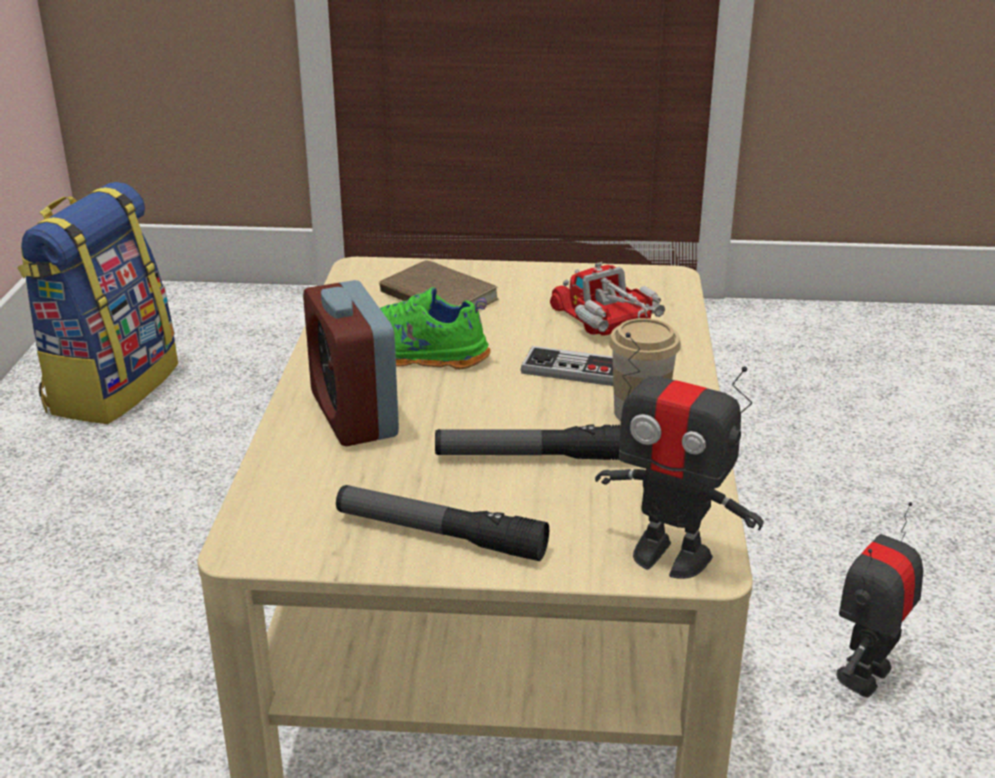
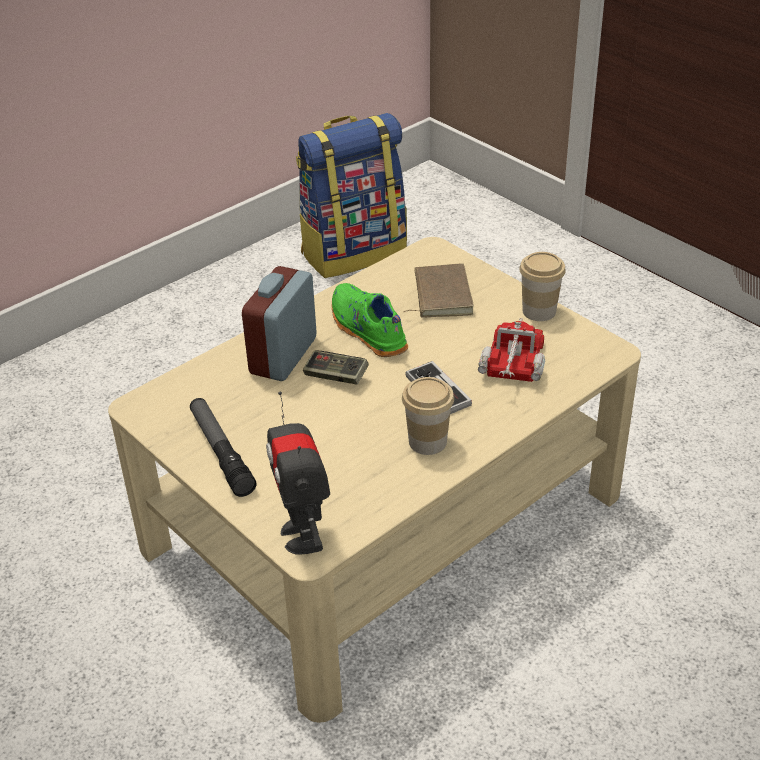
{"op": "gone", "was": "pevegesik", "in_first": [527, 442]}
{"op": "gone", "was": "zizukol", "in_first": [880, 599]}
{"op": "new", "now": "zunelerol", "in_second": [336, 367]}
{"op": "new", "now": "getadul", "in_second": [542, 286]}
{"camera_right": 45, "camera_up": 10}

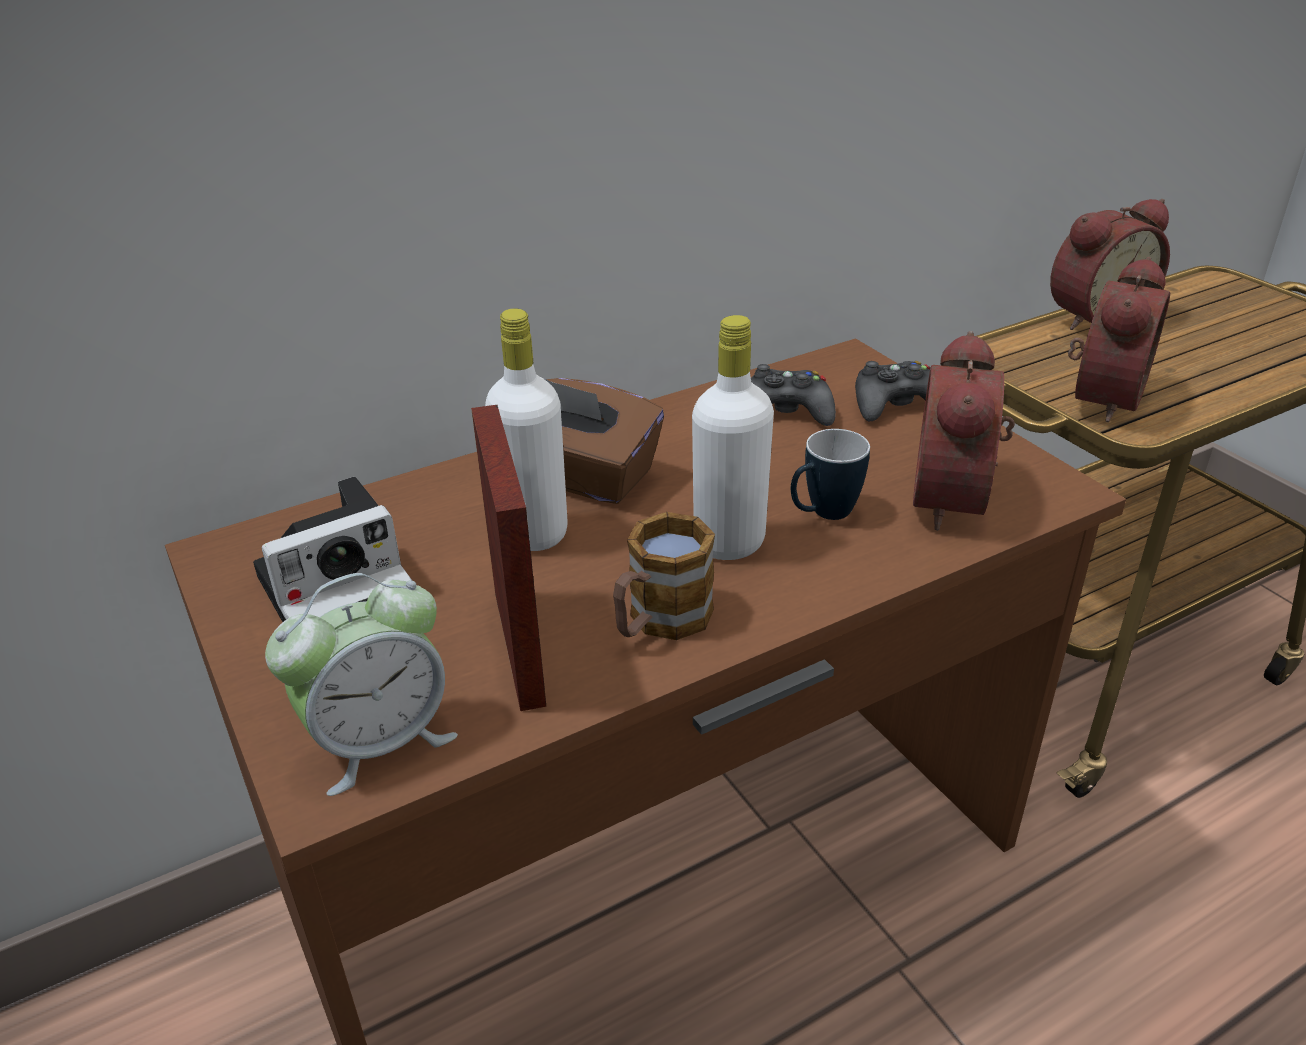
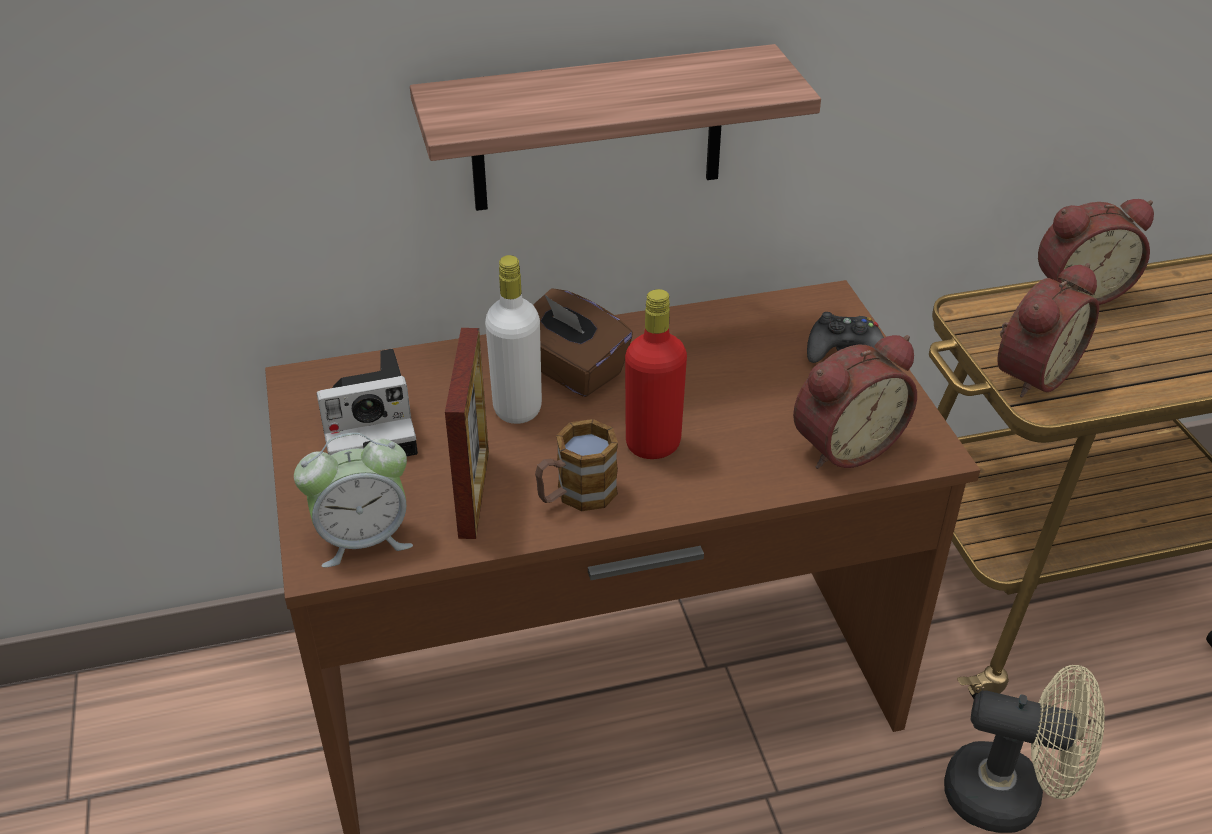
{"op": "repainted", "was": "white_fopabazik", "now": "red_fopabazik", "in_first": [733, 437], "in_second": [656, 374]}
{"op": "gone", "was": "black_zunelerol", "in_first": [793, 395]}
{"op": "gone", "was": "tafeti", "in_first": [830, 474]}
{"op": "rotated", "was": "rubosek", "in_first": [964, 431], "in_second": [855, 402], "clockwise": -150}
{"op": "new", "now": "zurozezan", "in_second": [615, 127]}
{"op": "new", "now": "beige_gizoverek", "in_second": [1024, 749]}
{"camera_right": 15, "camera_up": 5}

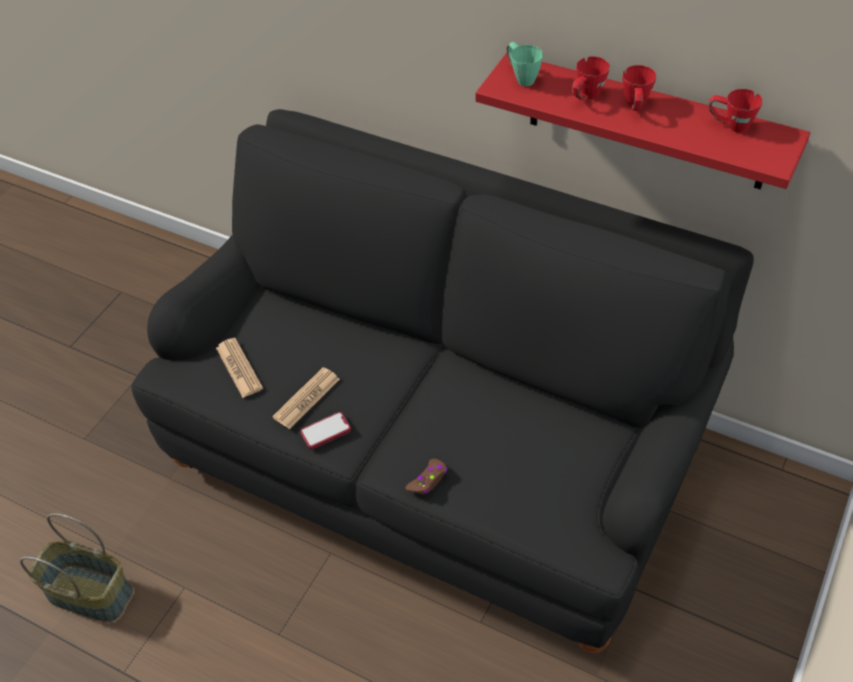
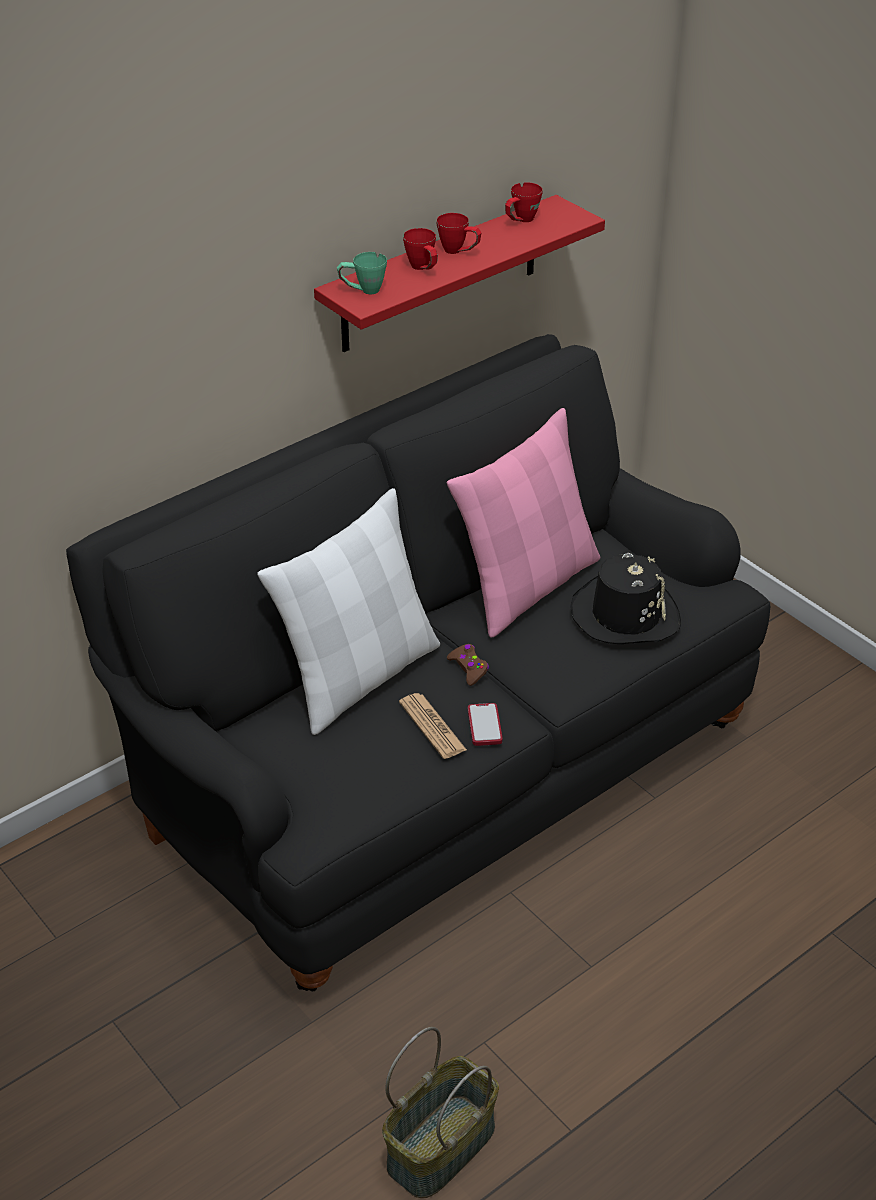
{"op": "gone", "was": "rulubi", "in_first": [239, 368]}
{"op": "shifted", "was": "brown_zunelerol", "in_first": [426, 477], "in_second": [468, 665]}
{"op": "new", "now": "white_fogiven", "in_second": [348, 611]}
{"op": "new", "now": "pink_fogiven", "in_second": [523, 523]}
{"op": "new", "now": "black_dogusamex", "in_second": [625, 598]}
{"camera_right": -70, "camera_up": -10}

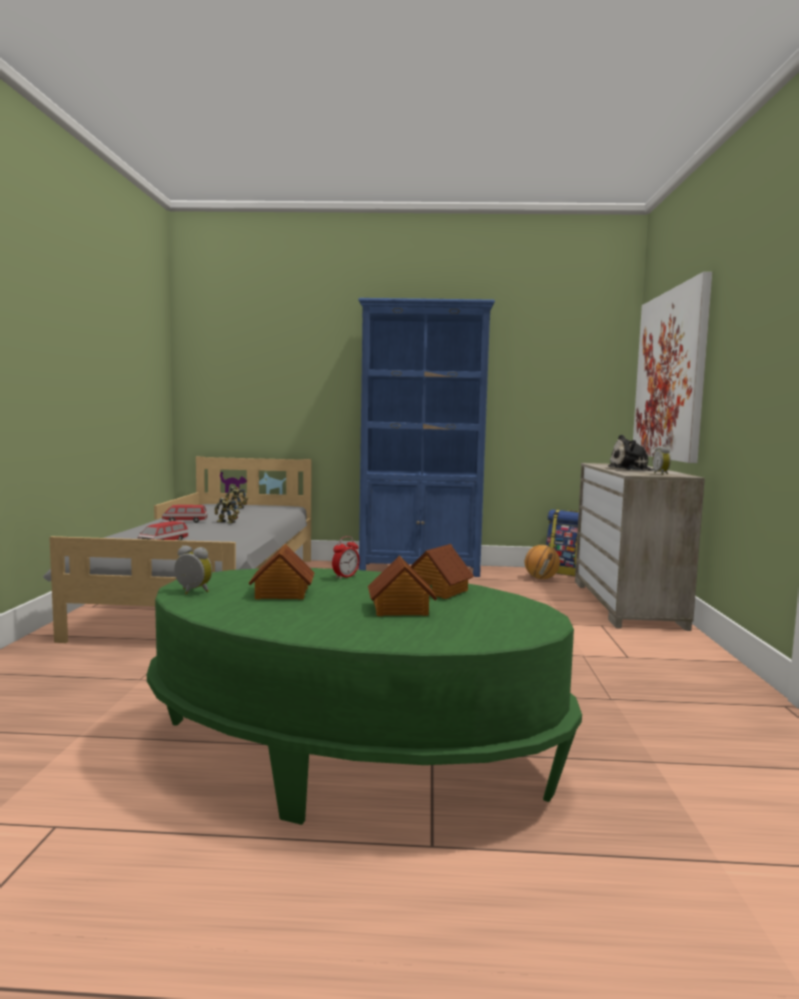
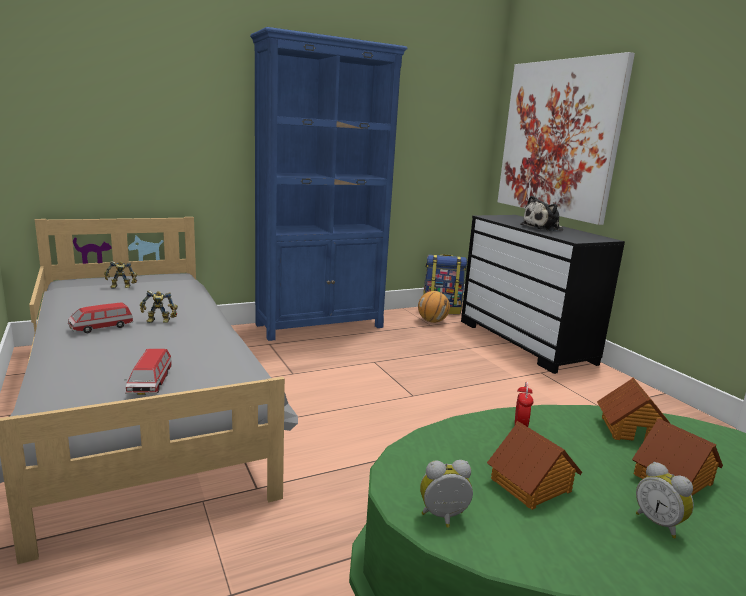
{"op": "repainted", "was": "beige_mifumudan", "now": "black_mifumudan", "in_first": [640, 547], "in_second": [543, 294]}
{"op": "shifted", "was": "rubosek", "in_first": [661, 460], "in_second": [665, 500]}
{"camera_right": -30, "camera_up": 10}

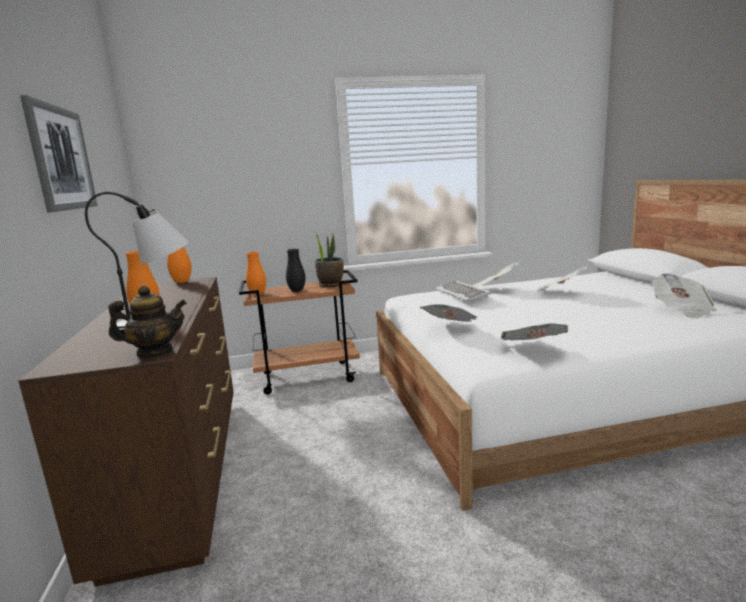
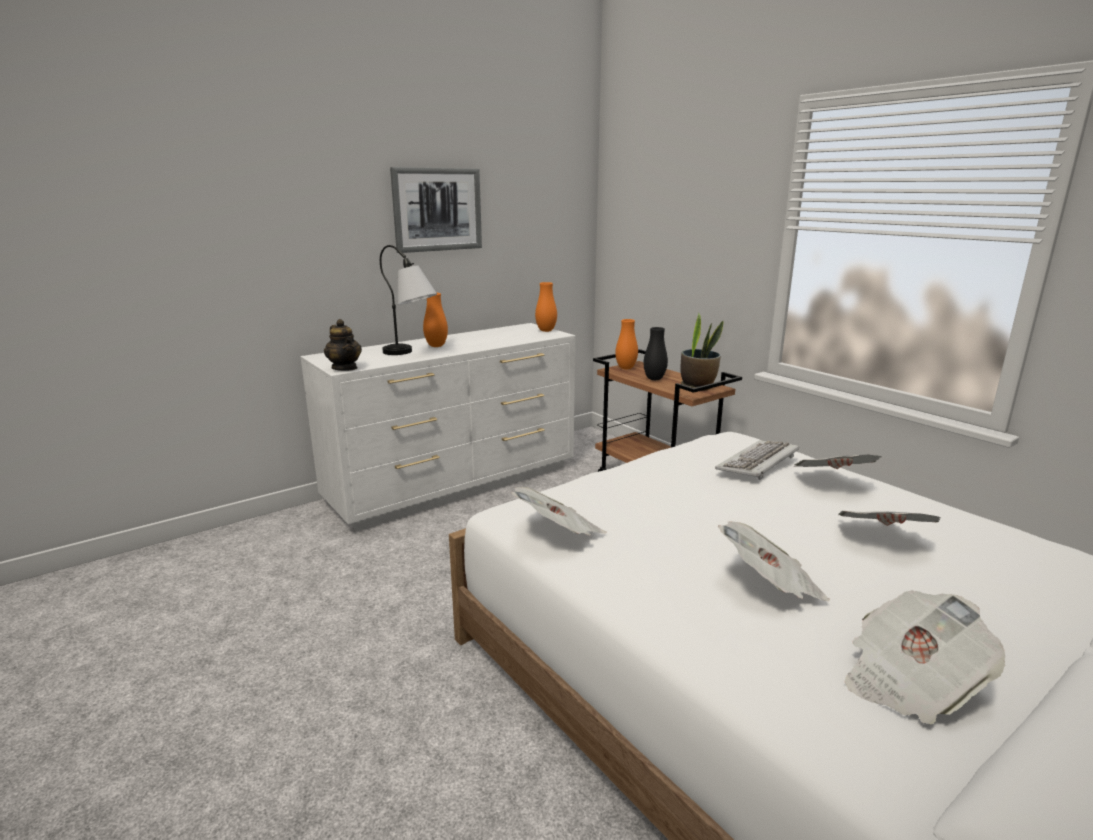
{"op": "repainted", "was": "brown_mifumudan", "now": "white_mifumudan", "in_first": [126, 432], "in_second": [438, 427]}
{"op": "shifted", "was": "rulubi", "in_first": [448, 313], "in_second": [774, 561]}
{"camera_right": 65, "camera_up": 5}

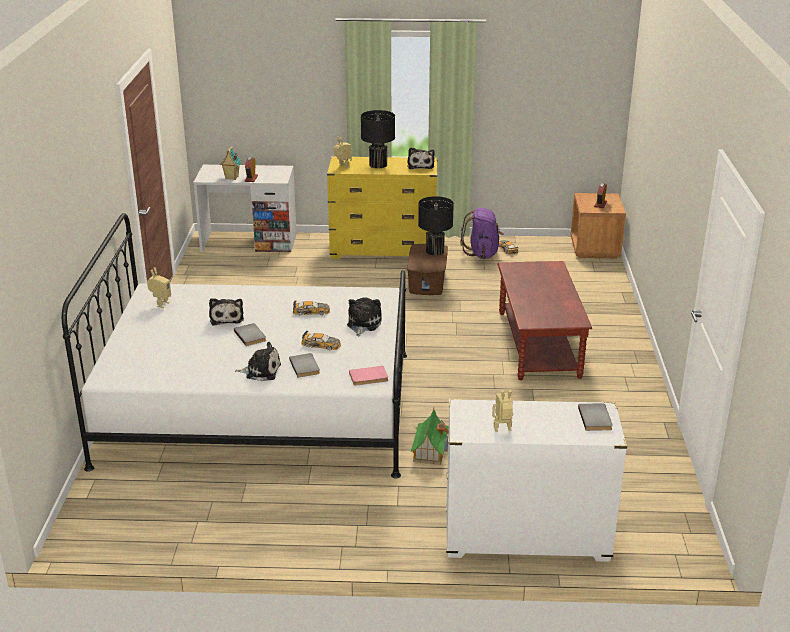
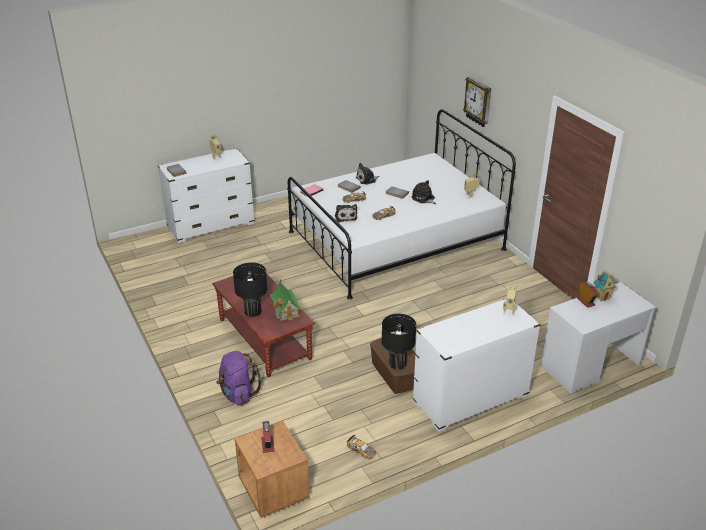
{"op": "repainted", "was": "yellow_mifumudan", "now": "white_mifumudan", "in_first": [382, 207], "in_second": [476, 365]}
{"op": "shifted", "was": "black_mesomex", "in_first": [378, 139], "in_second": [250, 290]}
{"op": "gone", "was": "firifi", "in_first": [421, 158]}
{"op": "shifted", "was": "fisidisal", "in_first": [430, 437], "in_second": [286, 300]}
{"op": "shifted", "was": "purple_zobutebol", "in_first": [482, 233], "in_second": [239, 378]}
{"op": "new", "now": "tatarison", "in_second": [477, 101]}
{"camera_right": 150, "camera_up": 5}

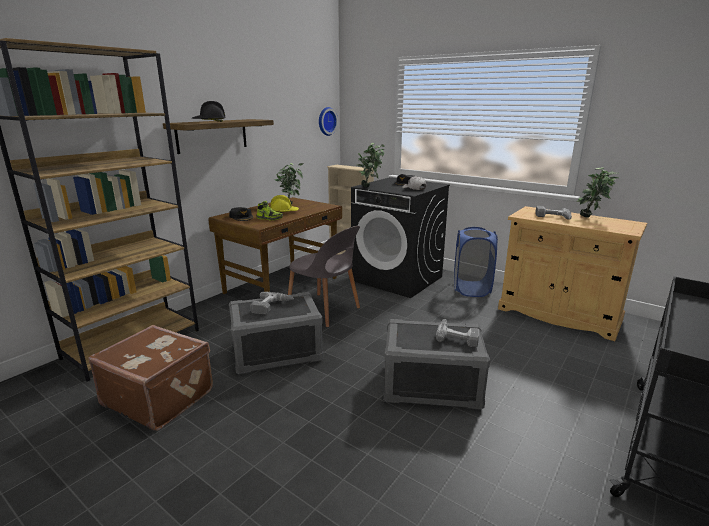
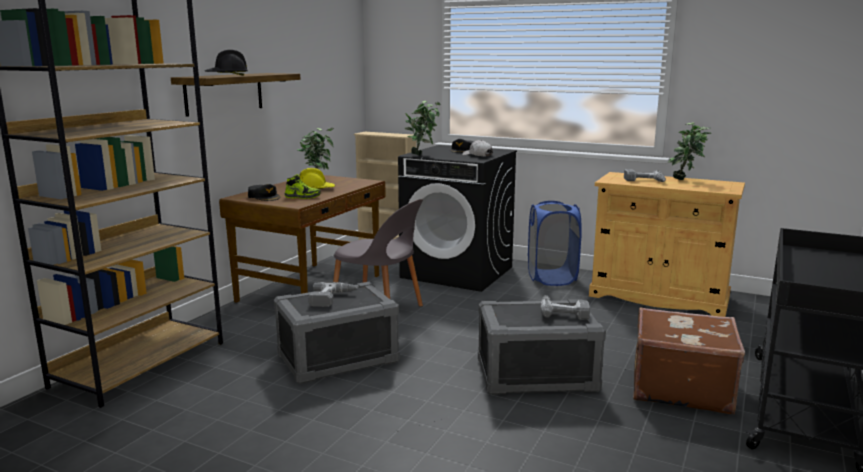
{"op": "shifted", "was": "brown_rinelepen", "in_first": [150, 378], "in_second": [689, 360]}
{"op": "gone", "was": "tatarison", "in_first": [328, 121]}
{"camera_right": -10, "camera_up": -5}

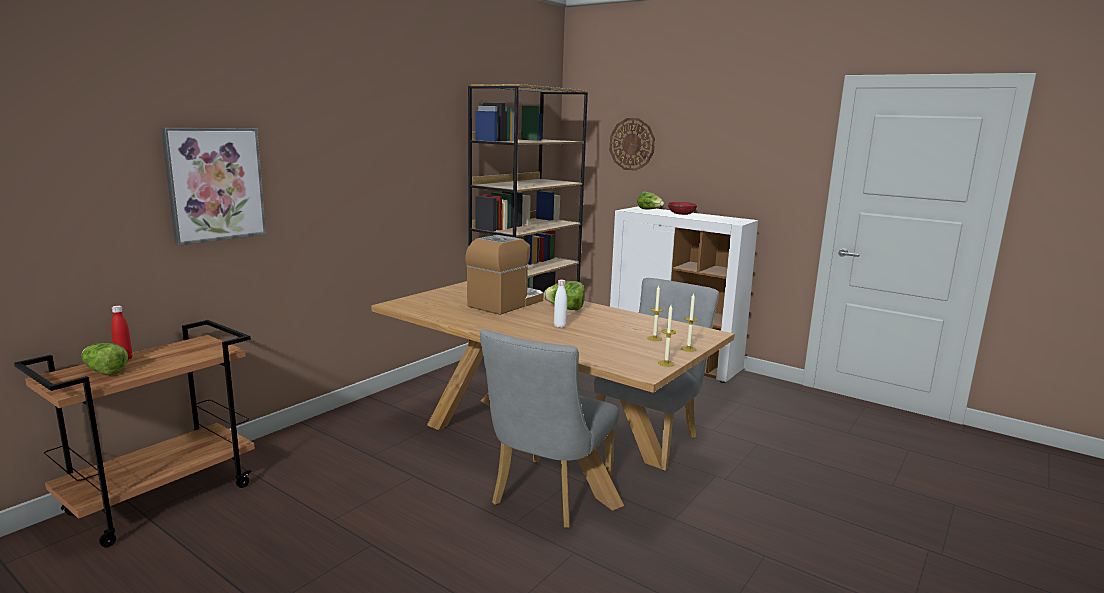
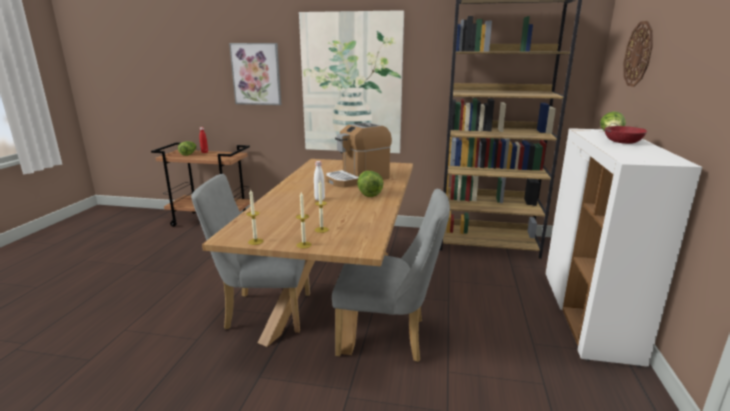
{"op": "rotated", "was": "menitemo", "in_first": [504, 275], "in_second": [359, 155], "clockwise": 135}
{"op": "new", "now": "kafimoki", "in_second": [351, 81]}
{"camera_right": 65, "camera_up": 5}

